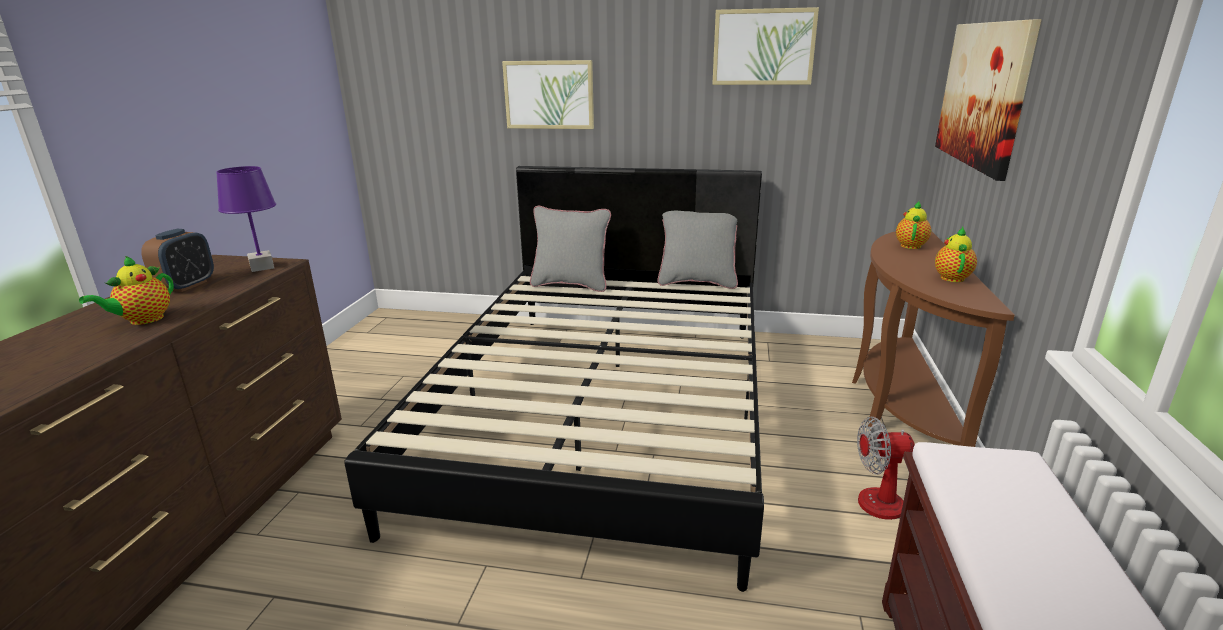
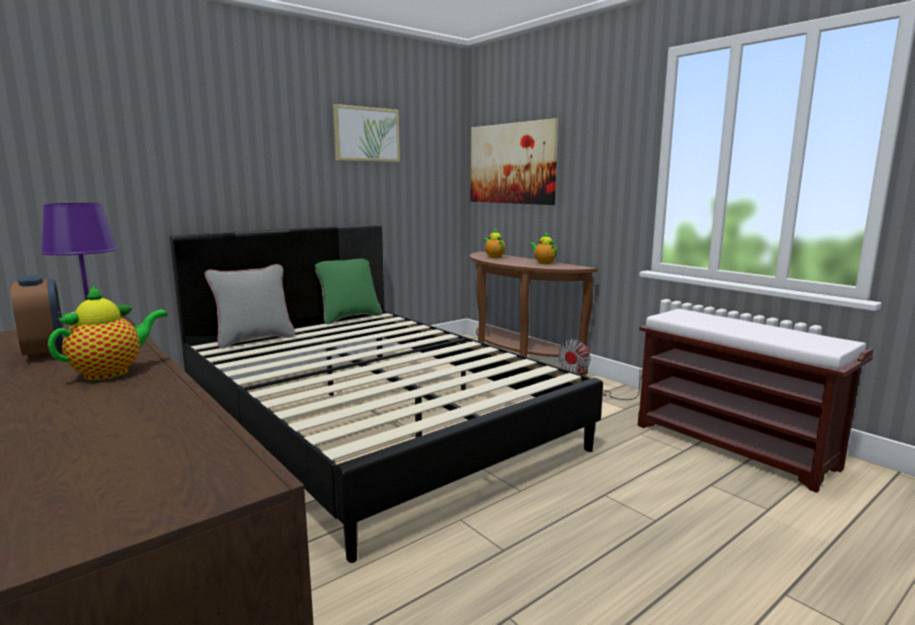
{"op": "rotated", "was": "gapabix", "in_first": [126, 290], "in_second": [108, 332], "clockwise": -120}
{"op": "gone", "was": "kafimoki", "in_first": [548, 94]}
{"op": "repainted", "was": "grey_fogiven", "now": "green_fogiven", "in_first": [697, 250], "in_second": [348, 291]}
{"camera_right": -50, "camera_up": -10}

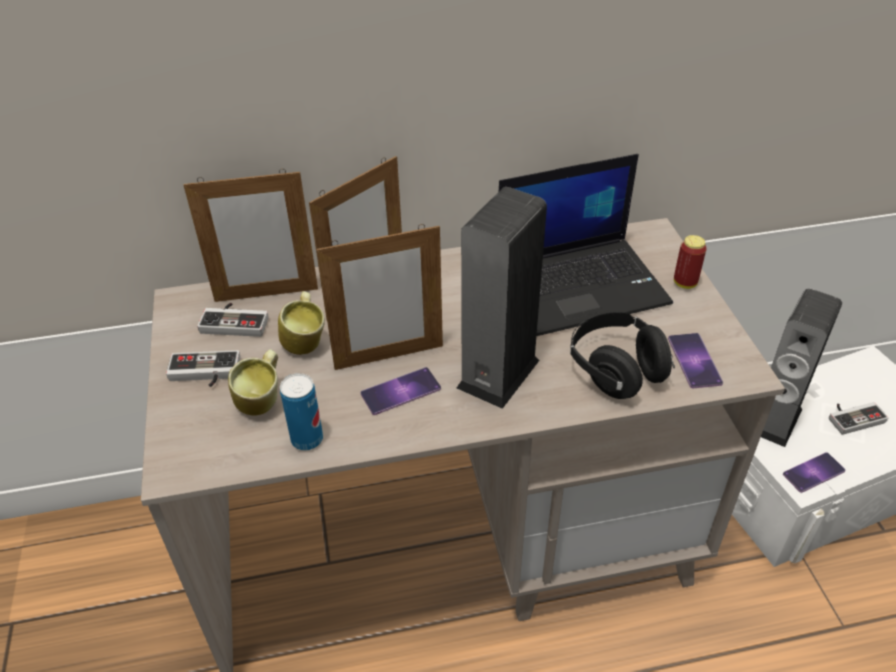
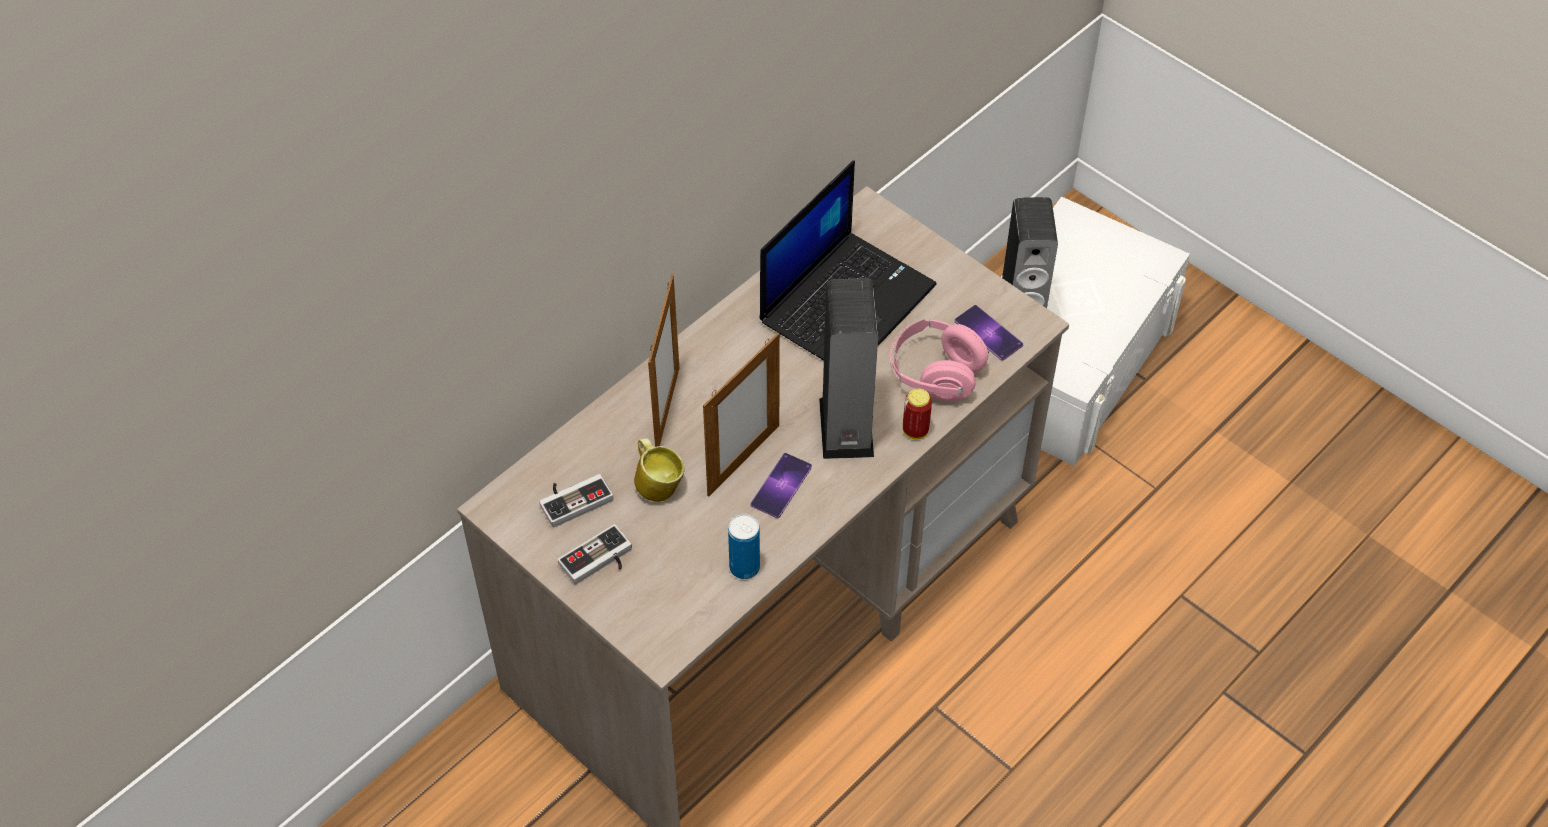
{"op": "gone", "was": "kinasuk", "in_first": [250, 235]}
{"op": "gone", "was": "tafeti", "in_first": [253, 382]}
{"op": "repainted", "was": "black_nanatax", "now": "pink_nanatax", "in_first": [622, 355], "in_second": [939, 360]}
{"op": "shifted", "was": "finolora", "in_first": [690, 262], "in_second": [917, 414]}
{"op": "gone", "was": "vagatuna", "in_first": [814, 472]}
{"op": "gone", "was": "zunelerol", "in_first": [858, 418]}
{"camera_right": -35, "camera_up": 10}

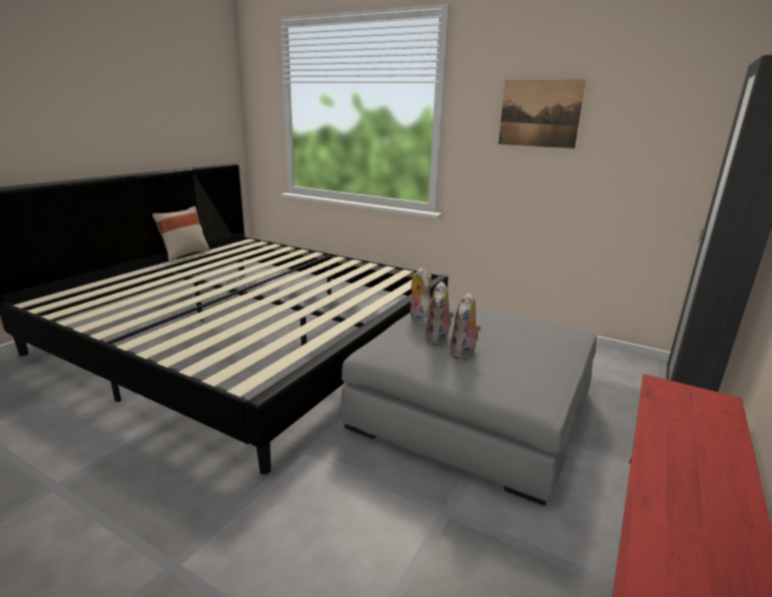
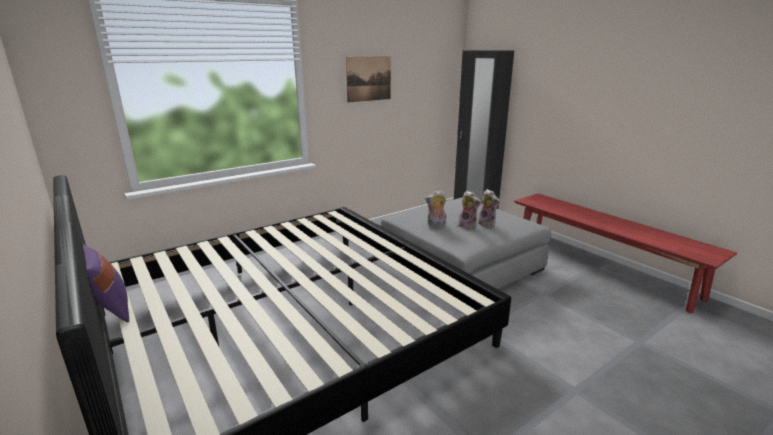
{"op": "repainted", "was": "beige_fogiven", "now": "purple_fogiven", "in_first": [181, 234], "in_second": [106, 283]}
{"camera_right": -65, "camera_up": 0}

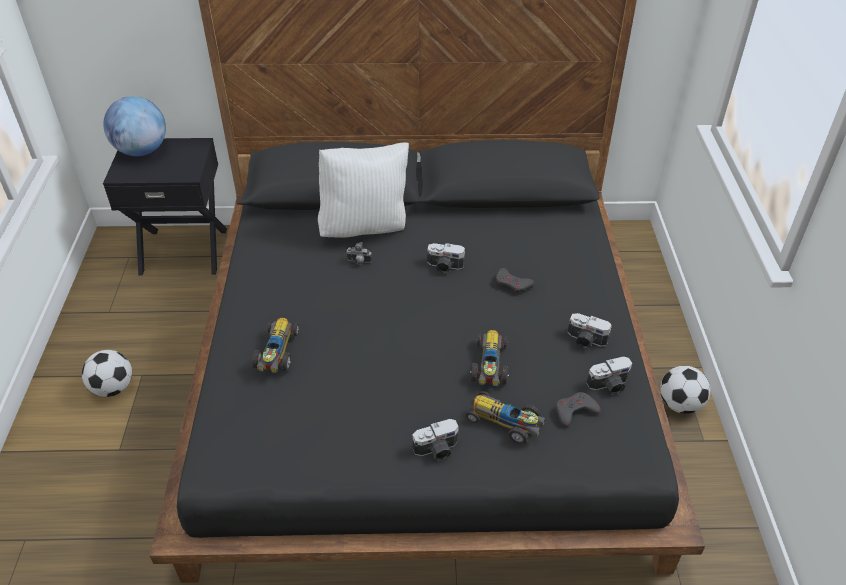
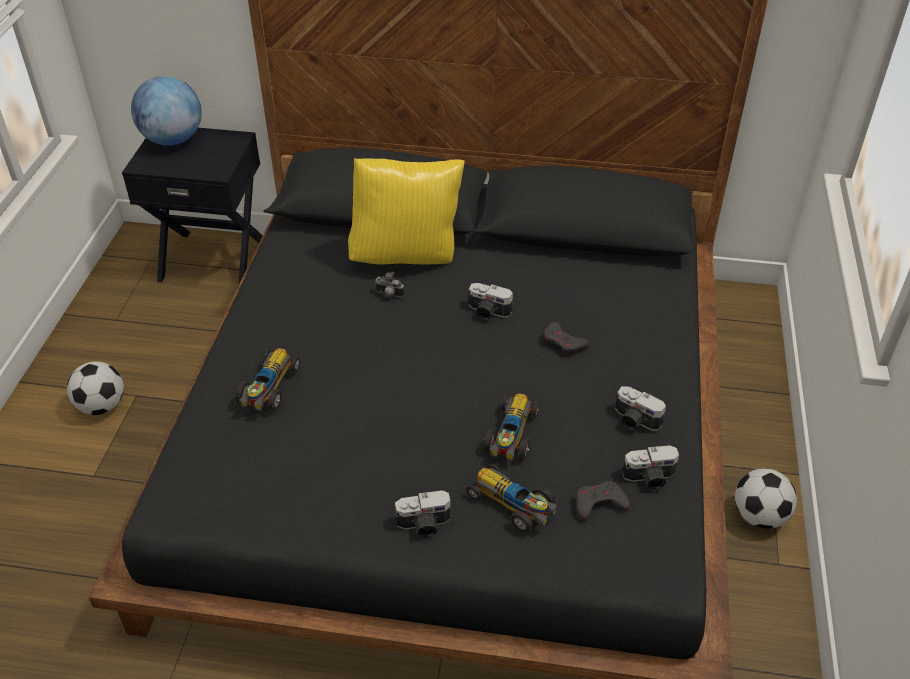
{"op": "repainted", "was": "white_fogiven", "now": "yellow_fogiven", "in_first": [363, 190], "in_second": [406, 211]}
{"camera_right": 10, "camera_up": 0}

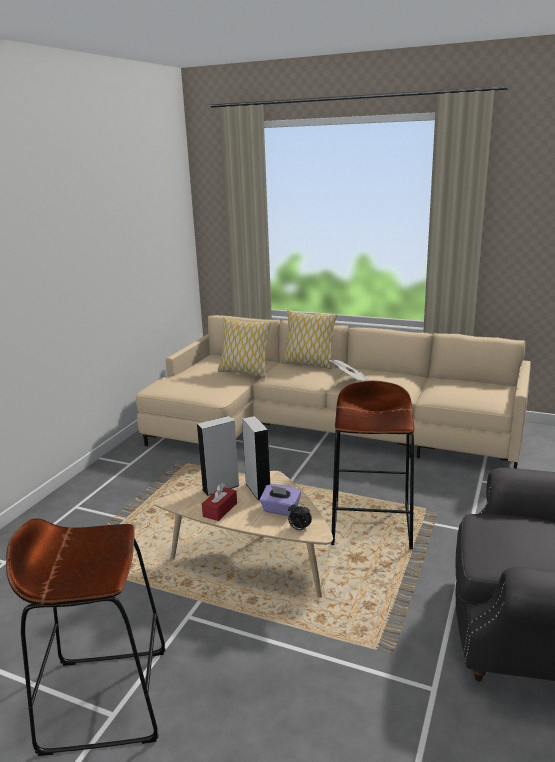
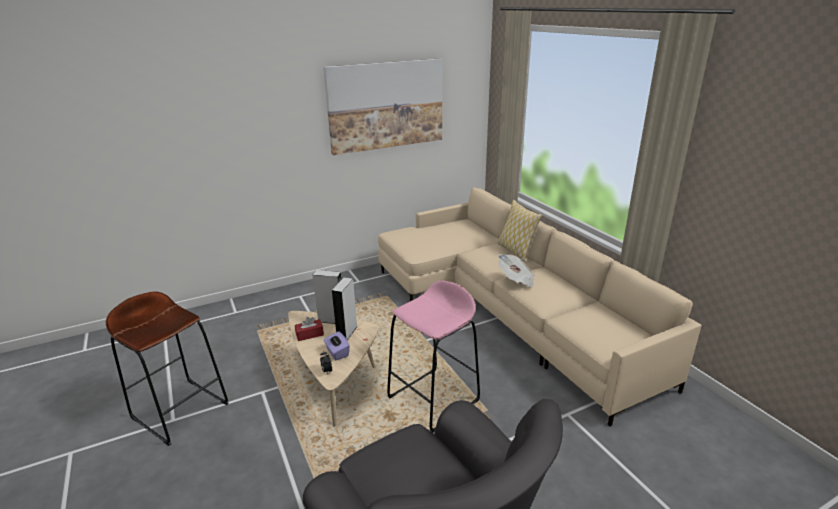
{"op": "gone", "was": "fogiven", "in_first": [244, 347]}
{"op": "repainted", "was": "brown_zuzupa", "now": "pink_zuzupa", "in_first": [372, 465], "in_second": [433, 356]}
{"op": "new", "now": "kafimoki", "in_second": [383, 106]}
{"camera_right": 40, "camera_up": 5}

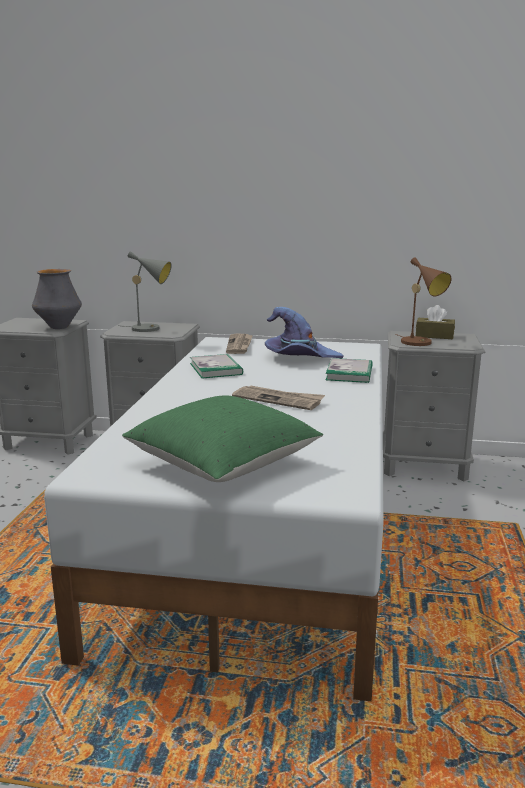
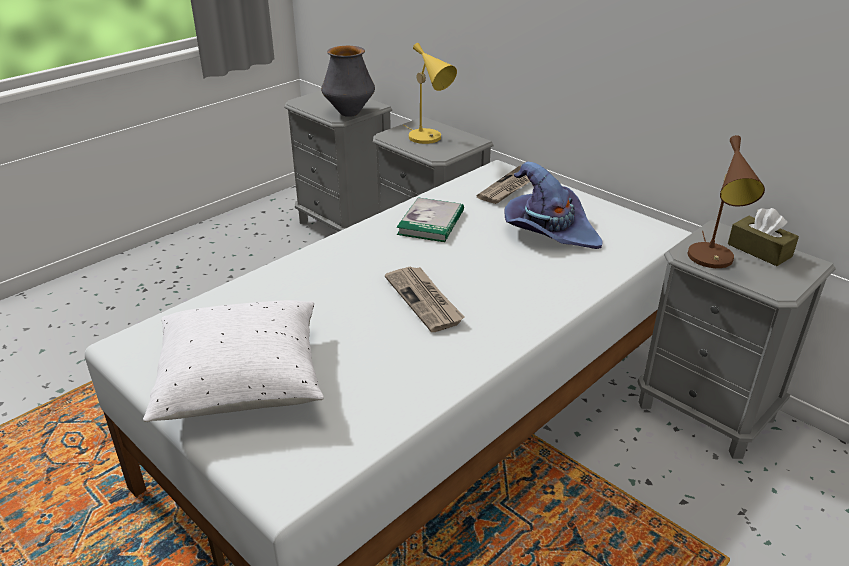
{"op": "repainted", "was": "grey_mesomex", "now": "yellow_mesomex", "in_first": [145, 291], "in_second": [430, 93]}
{"op": "repainted", "was": "green_fogiven", "now": "white_fogiven", "in_first": [222, 438], "in_second": [233, 361]}
{"op": "gone", "was": "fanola", "in_first": [349, 370]}
{"camera_right": 35, "camera_up": 15}

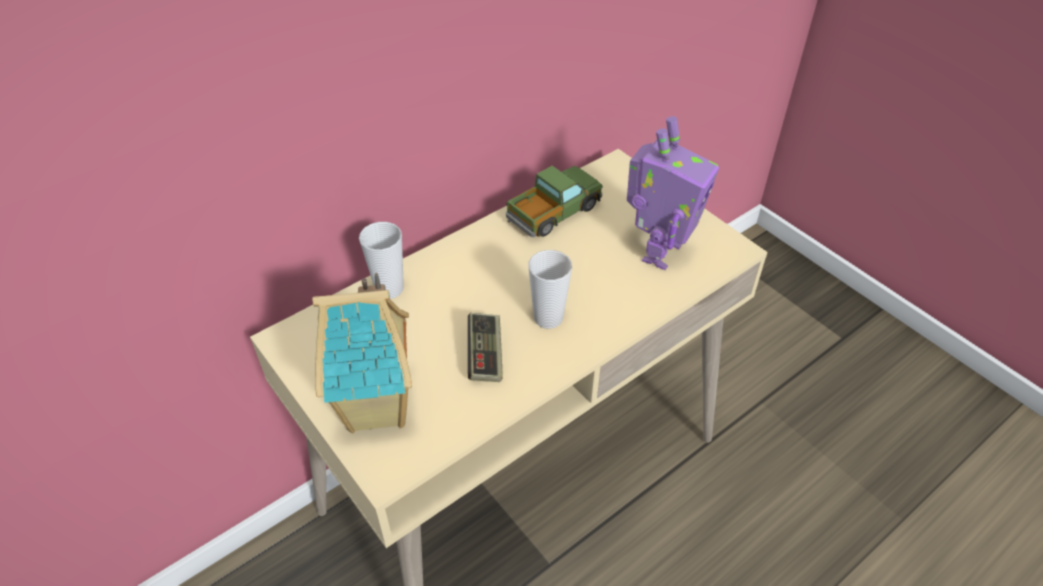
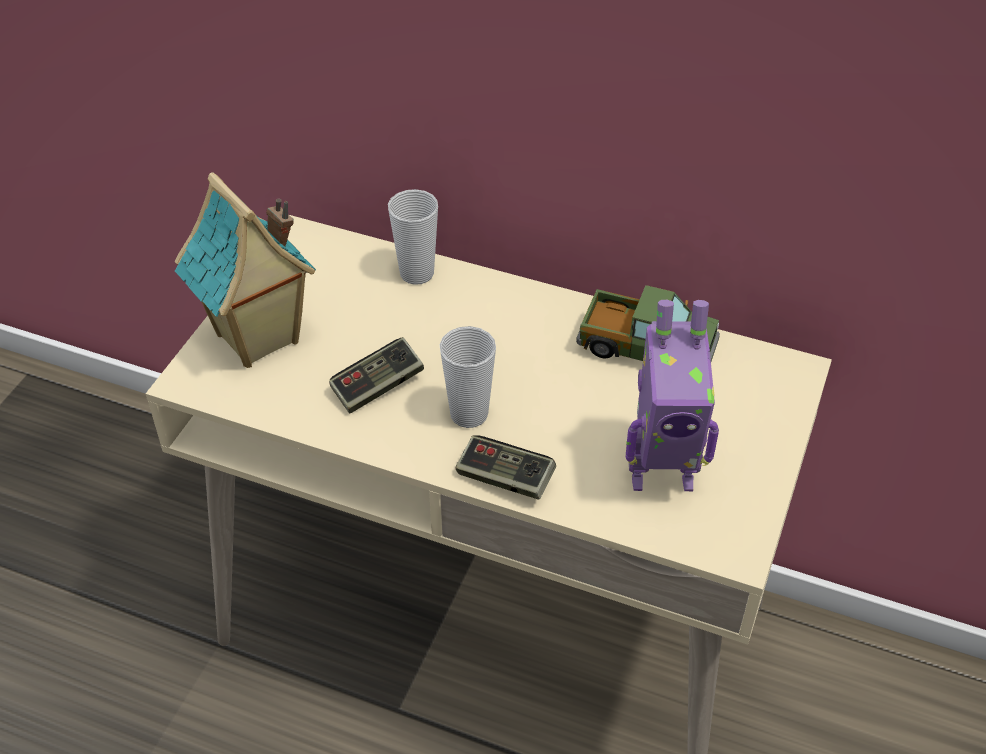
{"op": "new", "now": "zunelerol", "in_second": [505, 468]}
{"camera_right": 60, "camera_up": 0}

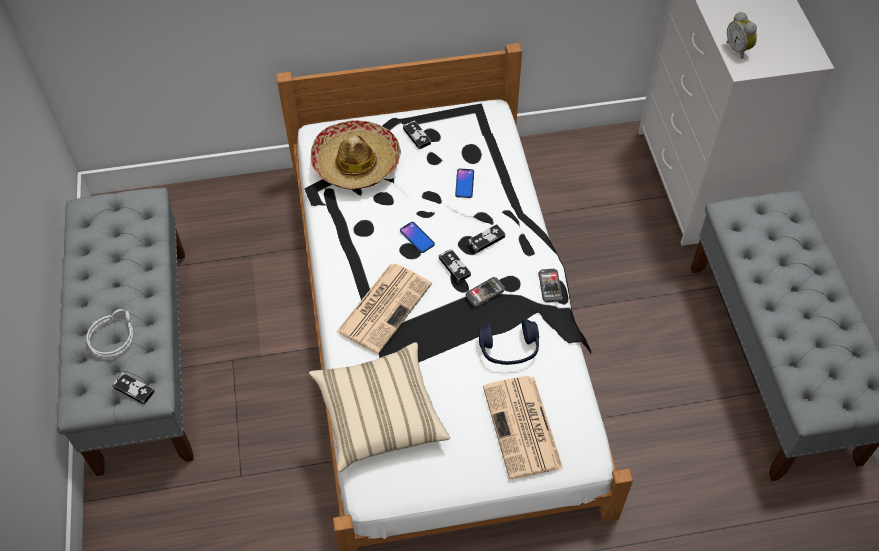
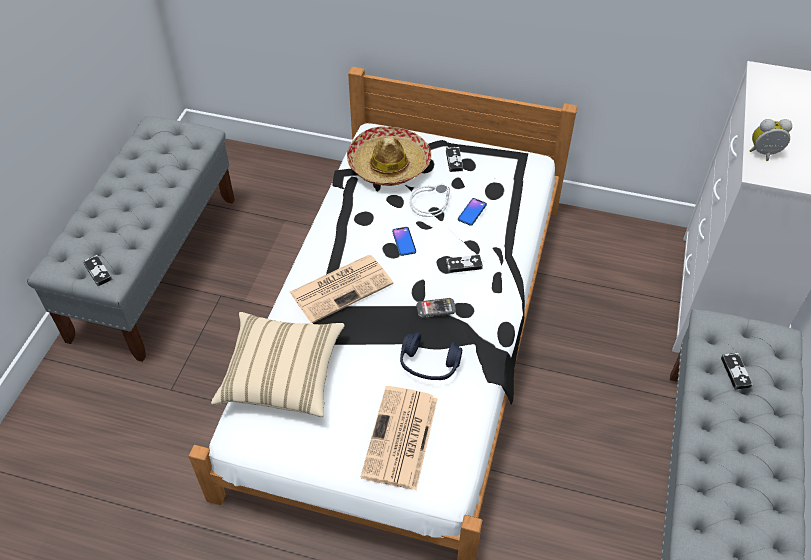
{"op": "shifted", "was": "grey_nanatax", "in_first": [109, 333], "in_second": [430, 200]}
{"op": "shifted", "was": "zunelerol", "in_first": [455, 266], "in_second": [737, 371]}
{"op": "gone", "was": "vagatuna", "in_first": [550, 285]}
{"op": "rotated", "was": "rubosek", "in_first": [742, 35], "in_second": [770, 140], "clockwise": 90}
{"camera_right": 25, "camera_up": -5}

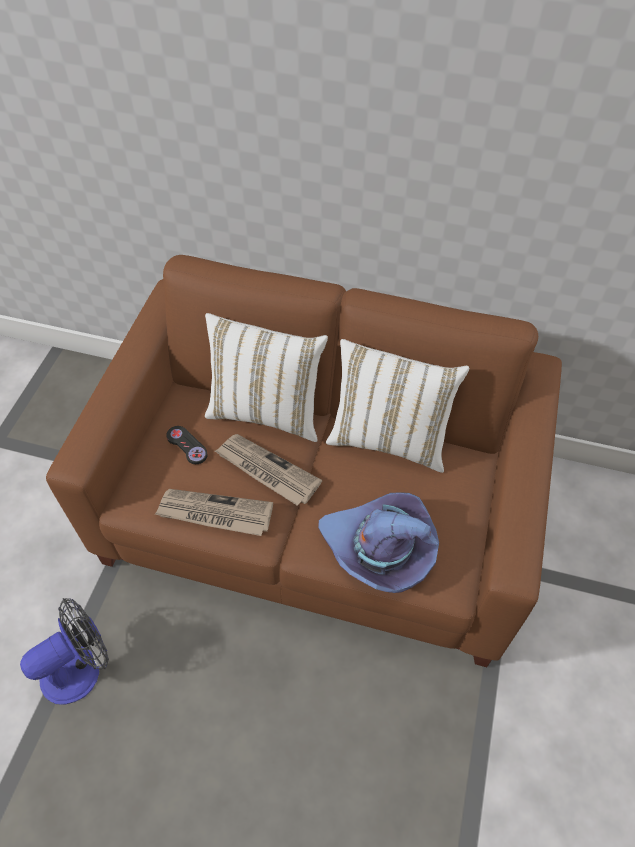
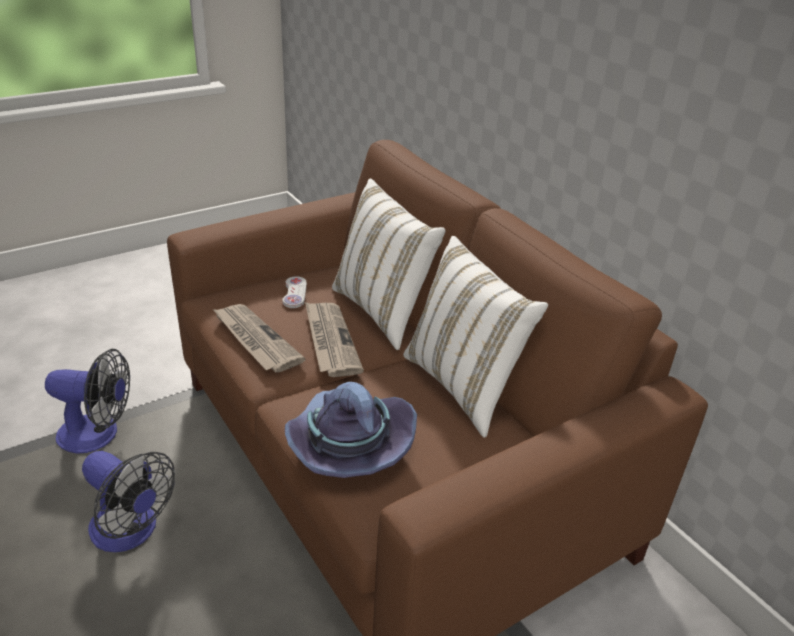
{"op": "repainted", "was": "black_zunelerol", "now": "white_zunelerol", "in_first": [186, 445], "in_second": [294, 292]}
{"op": "new", "now": "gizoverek", "in_second": [128, 501]}
{"camera_right": 40, "camera_up": -20}

